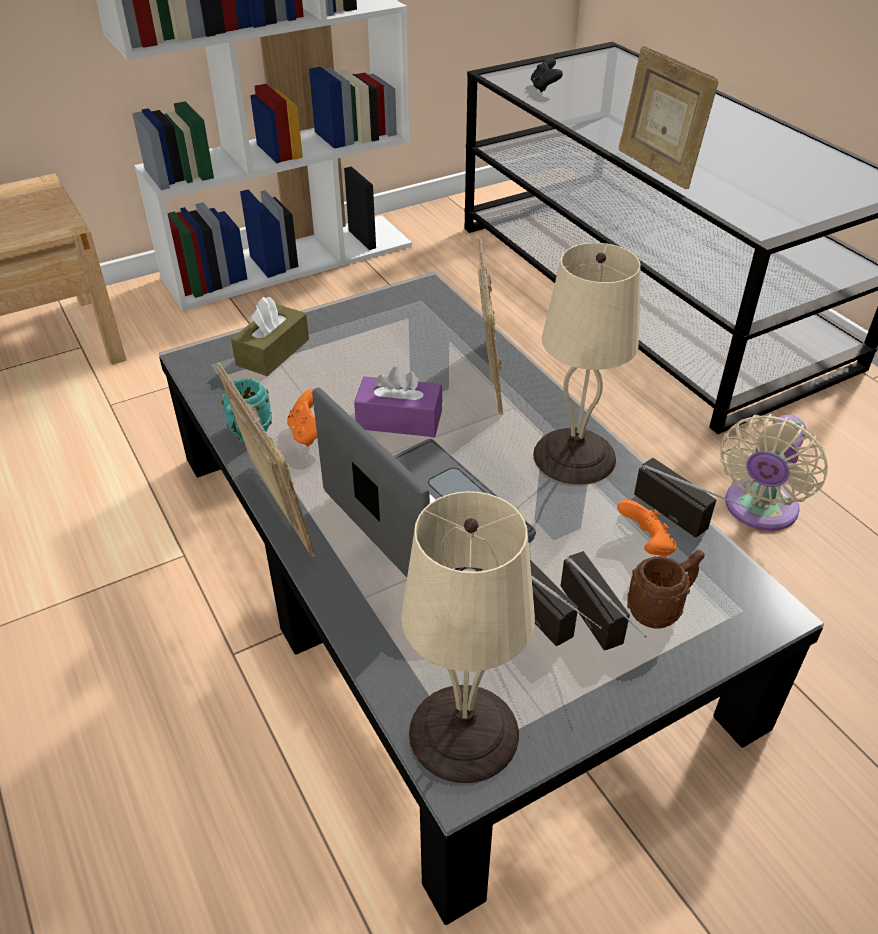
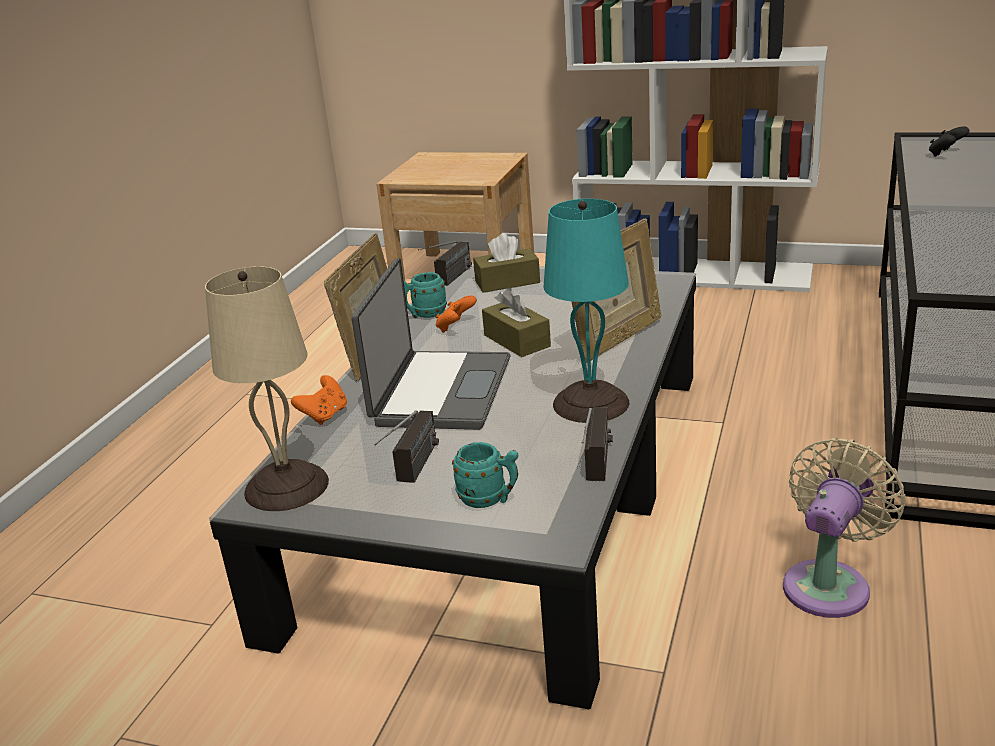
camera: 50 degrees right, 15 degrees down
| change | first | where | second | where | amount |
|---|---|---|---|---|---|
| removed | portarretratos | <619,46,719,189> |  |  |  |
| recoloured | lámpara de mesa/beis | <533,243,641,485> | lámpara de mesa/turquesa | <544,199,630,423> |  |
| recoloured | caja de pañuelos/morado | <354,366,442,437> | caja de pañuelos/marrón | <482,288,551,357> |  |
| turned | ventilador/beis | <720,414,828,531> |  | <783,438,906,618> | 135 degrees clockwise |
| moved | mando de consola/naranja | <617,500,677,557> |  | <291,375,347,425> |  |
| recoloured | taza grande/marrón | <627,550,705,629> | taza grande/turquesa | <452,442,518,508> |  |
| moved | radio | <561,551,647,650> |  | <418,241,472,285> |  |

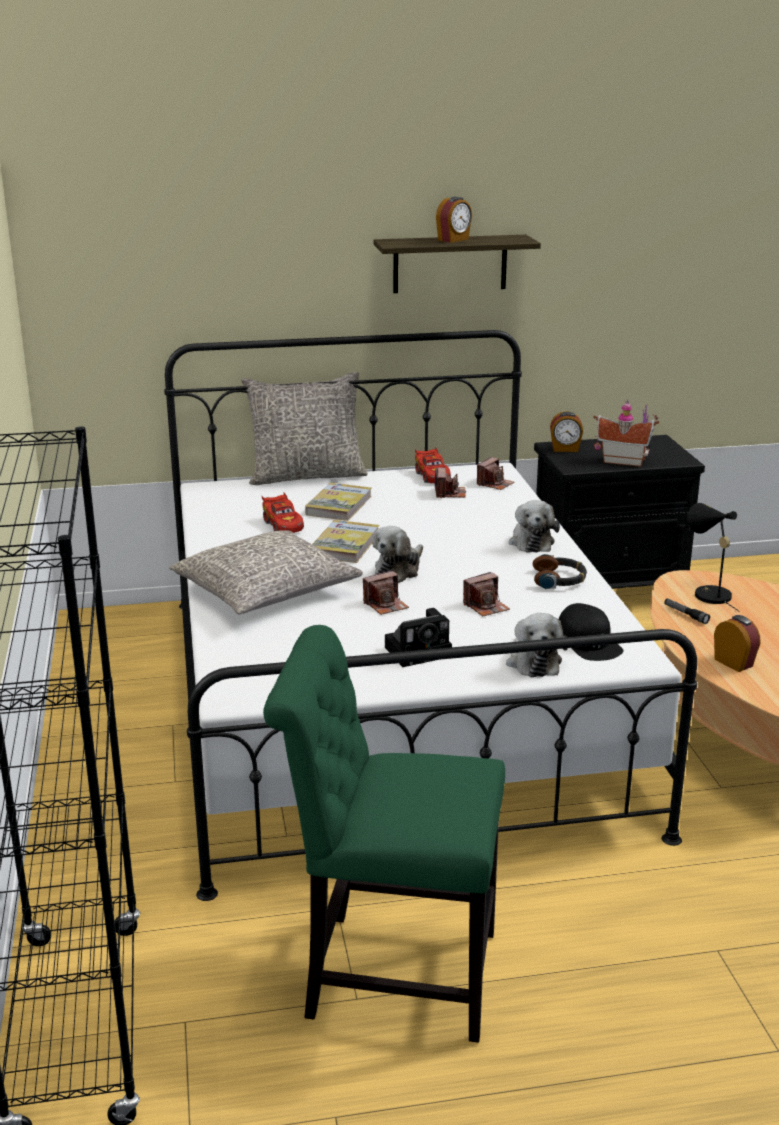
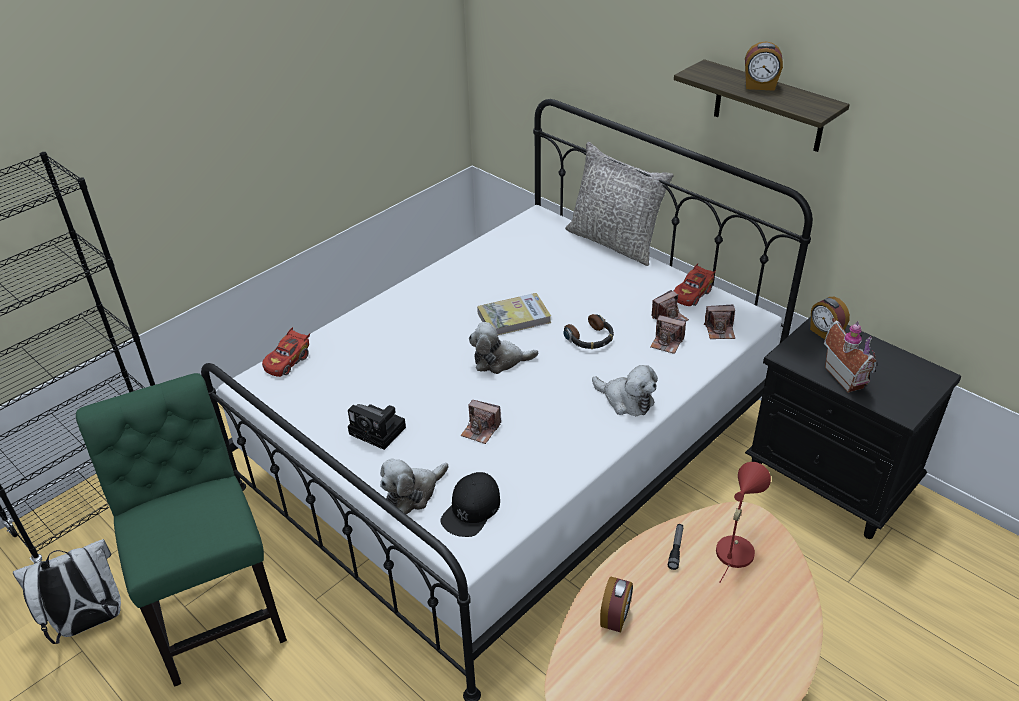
camera: 55 degrees right, 15 degrees up
| change | first | where | second | where | amount |
|---|---|---|---|---|---|
| removed | libro | <305,483,372,521> |  |  |  |
| moved | coche de juguete/rojo | <262,492,304,533> |  | <262,327,310,377> |  |
| turned | peluche | <509,500,560,553> |  | <592,365,658,416> | 105 degrees counterclockwise |
| recoloured | lámpara de mesa/negro | <687,503,739,611> | lámpara de mesa/rojo | <716,462,771,582> |  |
| removed | cojín/gris | <169,530,363,614> |  |  |  |
| moved | auriculares | <533,554,587,589> |  | <564,314,614,349> |  |
| moved | cámara | <363,570,409,615> |  | <650,315,686,354> |  |
| added |  |  | mochila/blanco | <13,539,121,644> |  |

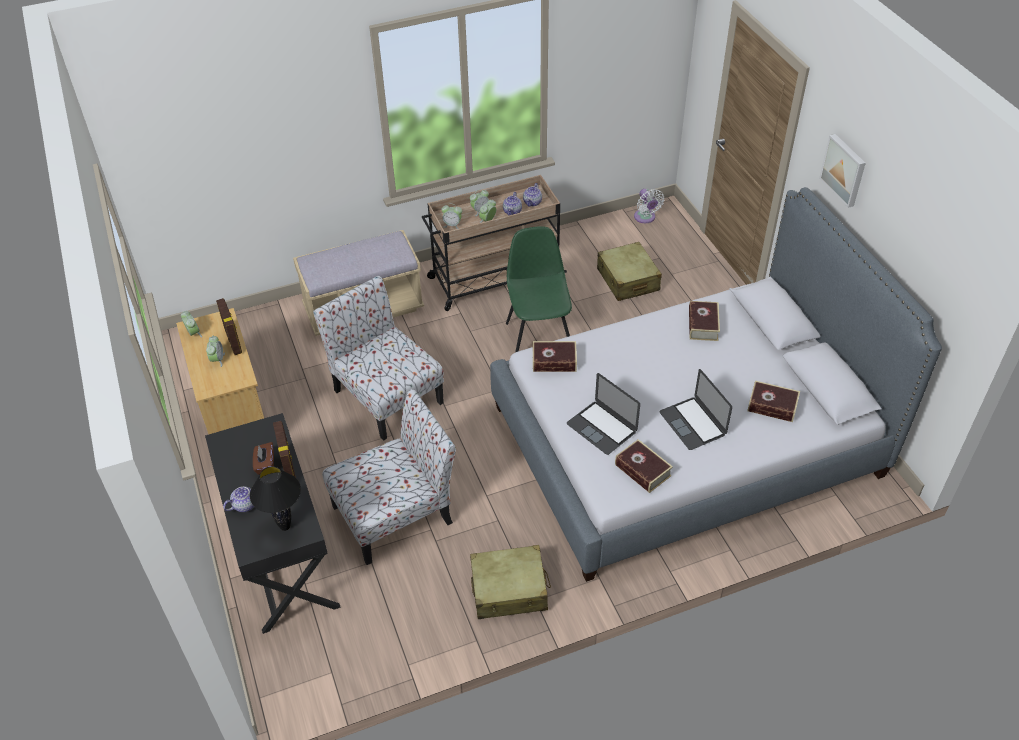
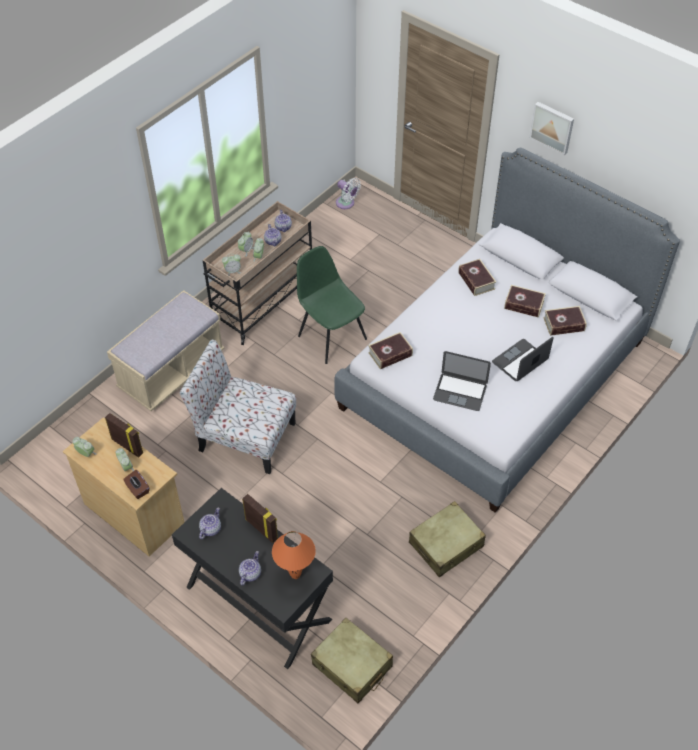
camera: 30 degrees left, 5 degrees up
| change | first | where | second | where | amount |
|---|---|---|---|---|---|
| moved | maleta/beis | <597,242,662,301> |  | <311,618,393,703> |  |
| turned | portátil | <660,369,732,450> |  | <492,337,554,381> | 105 degrees clockwise |
| removed | silla | <322,389,456,565> |  |  |  |
| moved | libro | <615,439,673,493> |  | <504,285,546,318> |  |
| moved | caja de pañuelos/marrón | <253,442,274,475> |  | <123,470,149,499> |  |
| recoloured | lámpara de mesa/negro | <250,467,301,531> | lámpara de mesa/naranja | <272,531,316,579> |  |
| added |  |  | tetera | <199,507,221,539> |  |

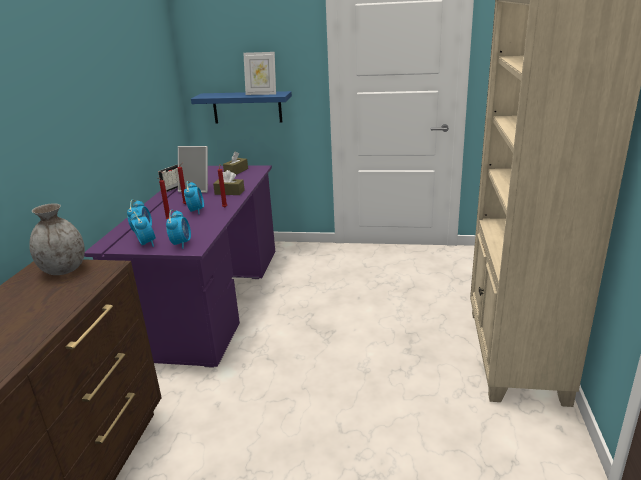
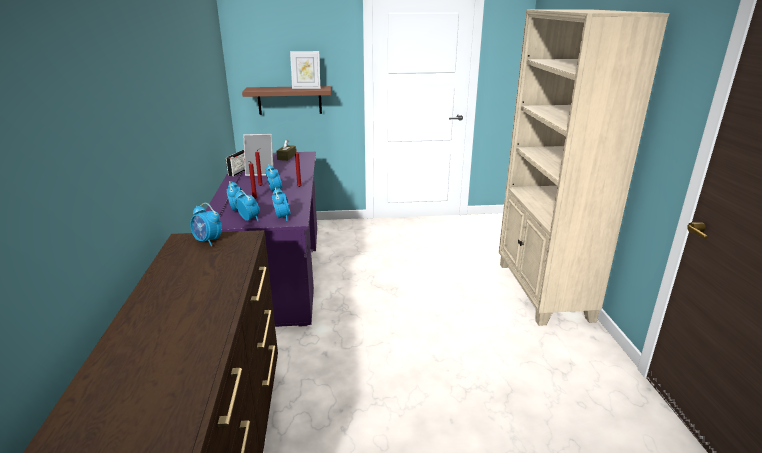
camera: 15 degrees left, 0 degrees up
| change | first | where | second | where | amount |
|---|---|---|---|---|---|
| recoloured | estante/azul | <191,91,292,124> | estante/marrón | <242,86,331,115> |  |
| removed | caja de pañuelos/marrón | <213,170,245,195> |  |  |  |
| replaced | florero/gris | <29,203,85,275> | despertador | <190,203,222,246> |  |

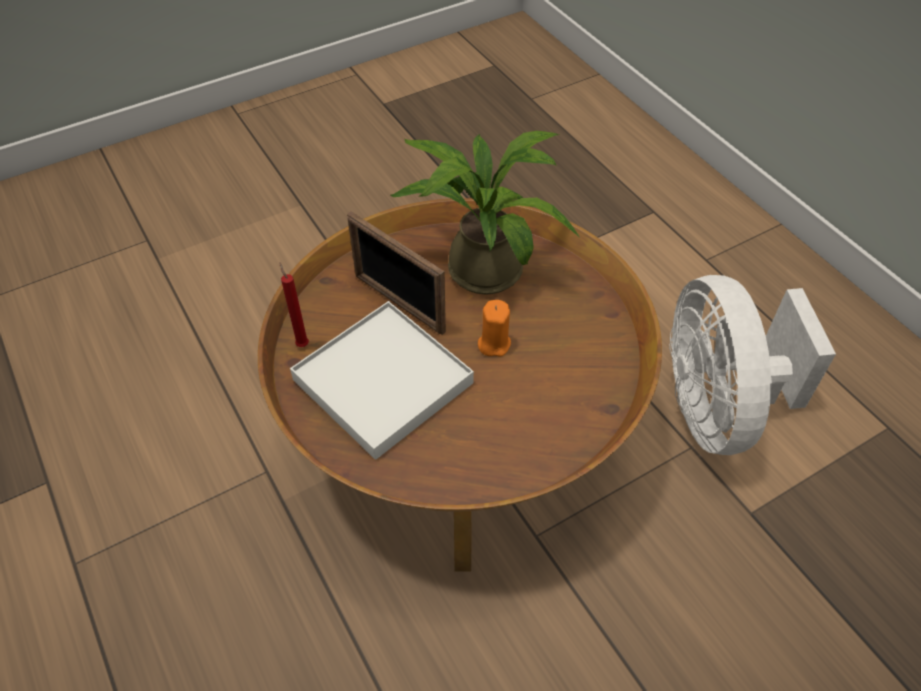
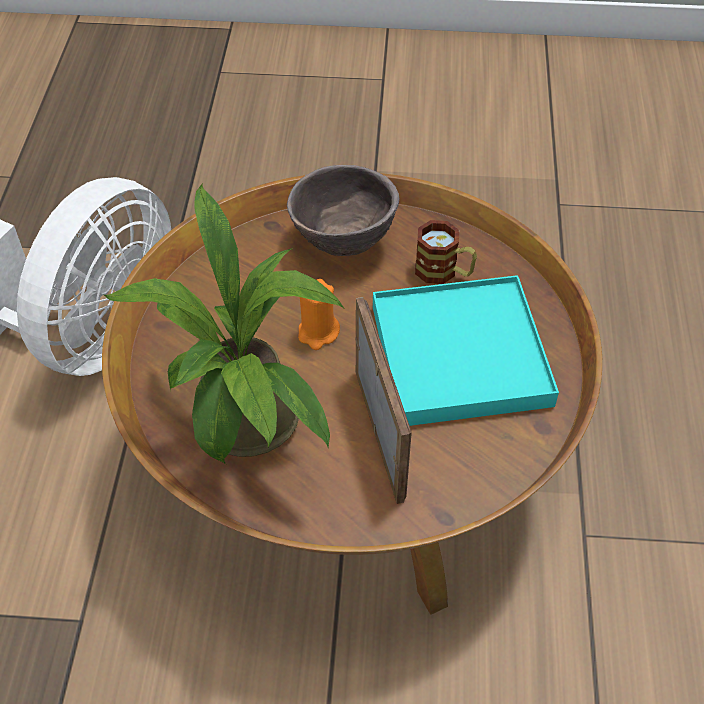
camera: 145 degrees left, 0 degrees up
| change | first | where | second | where | amount |
|---|---|---|---|---|---|
| removed | vela/rojo | <280,263,309,347> |  |  |  |
| recoloured | bandeja/blanco | <290,301,474,460> | bandeja/turquesa | <373,275,559,426> |  |
| added |  |  | cuenco/marrón | <287,165,399,256> |  |
| added |  |  | taza grande | <415,220,477,284> |  |

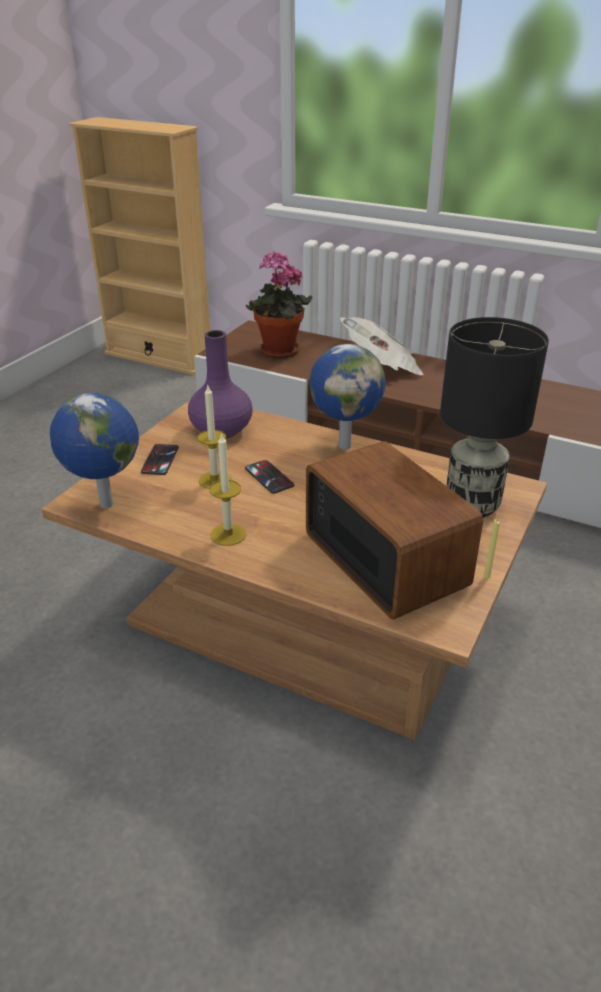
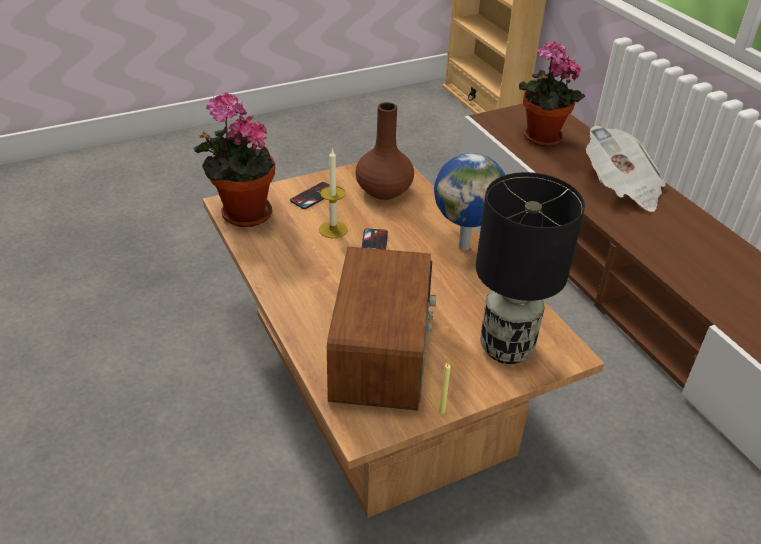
camera: 35 degrees right, 5 degrees up
| change | first | where | second | where | amount |
|---|---|---|---|---|---|
| recoloured | florero/morado | <188,330,253,439> | florero/marrón | <355,102,414,200> |  |
| replaced | globo terráqueo | <50,393,139,508> | planta en maceta | <193,93,275,227> |  |
| removed | vela | <209,432,246,546> |  |  |  |

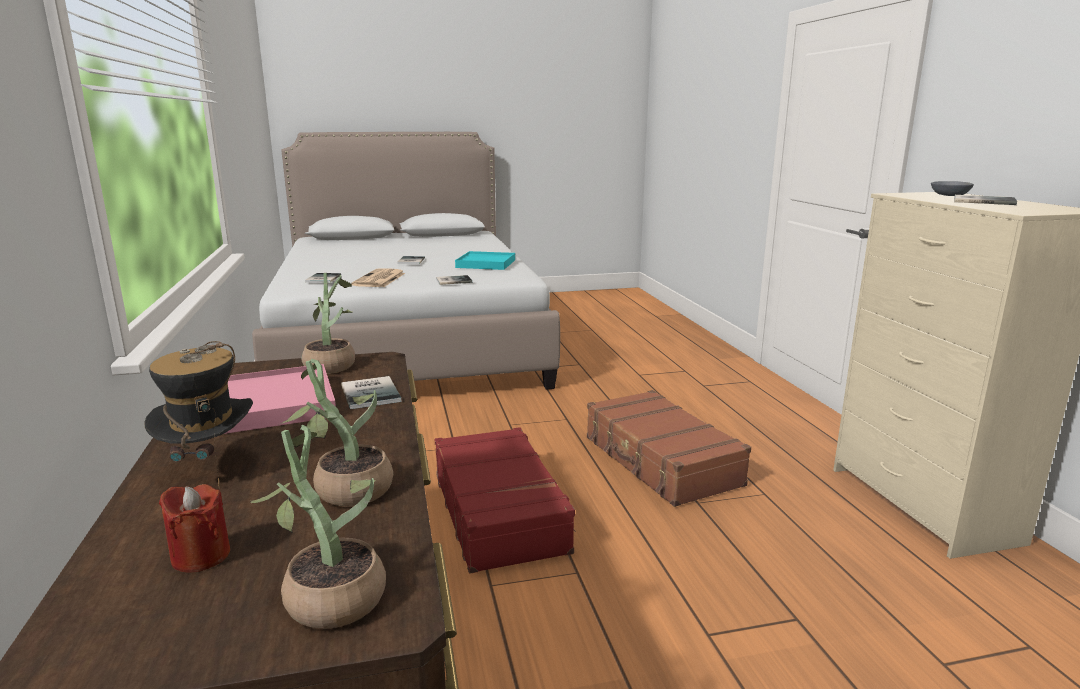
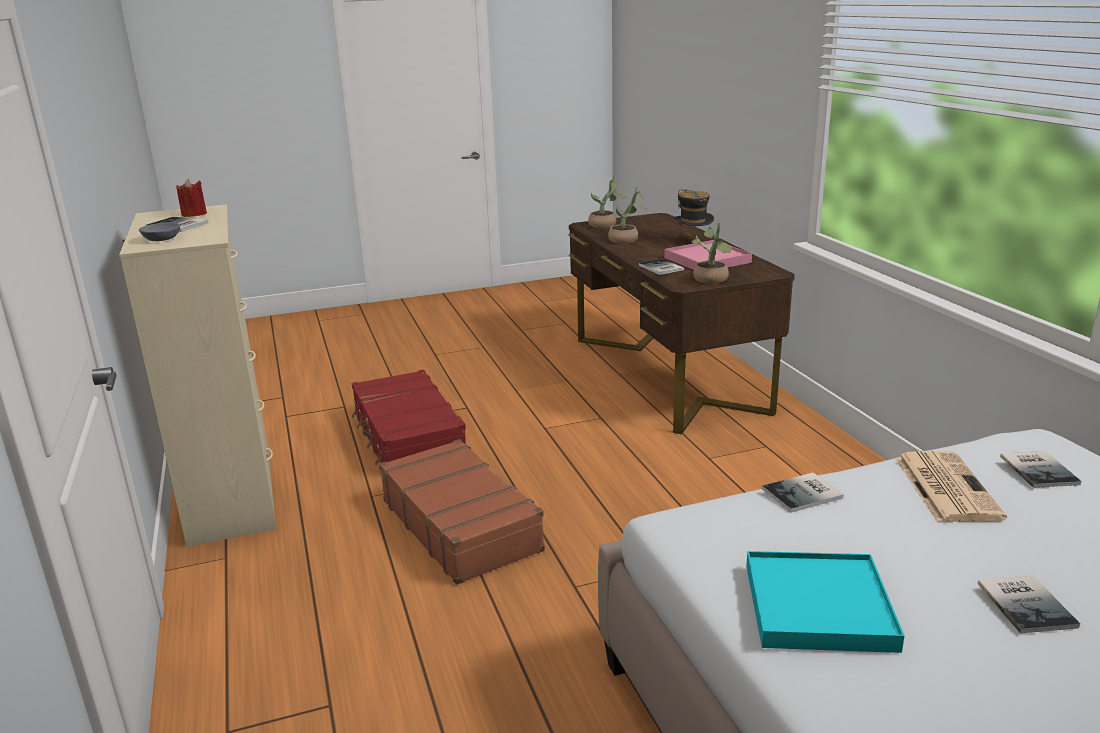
camera: 175 degrees right, 5 degrees up
| change | first | where | second | where | amount |
|---|---|---|---|---|---|
| moved | maleta/rojo | <435,427,576,573> |  | <351,370,466,465> |  |
| moved | vela/rojo | <159,484,230,572> |  | <176,179,207,217> |  |

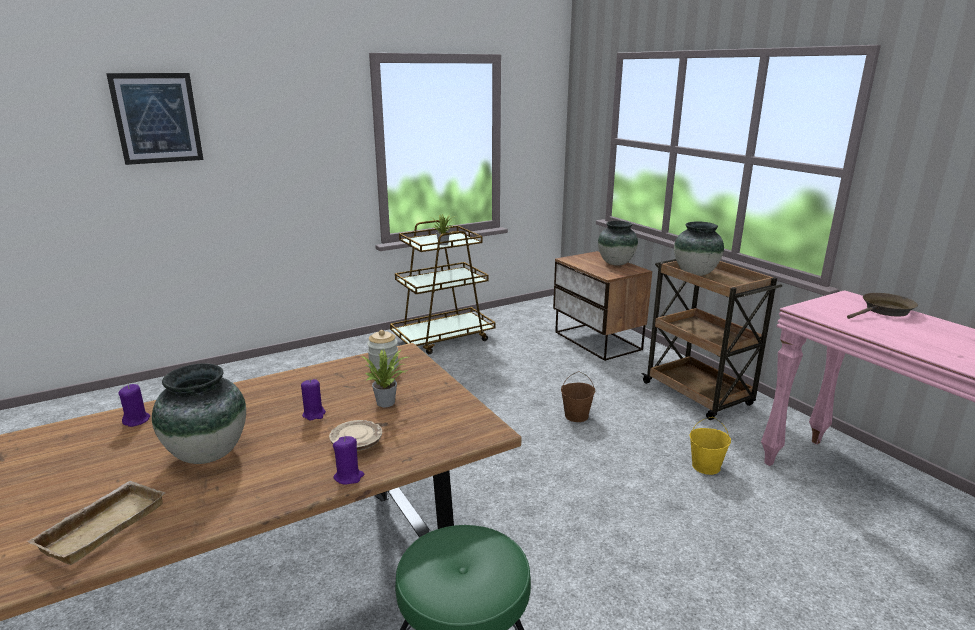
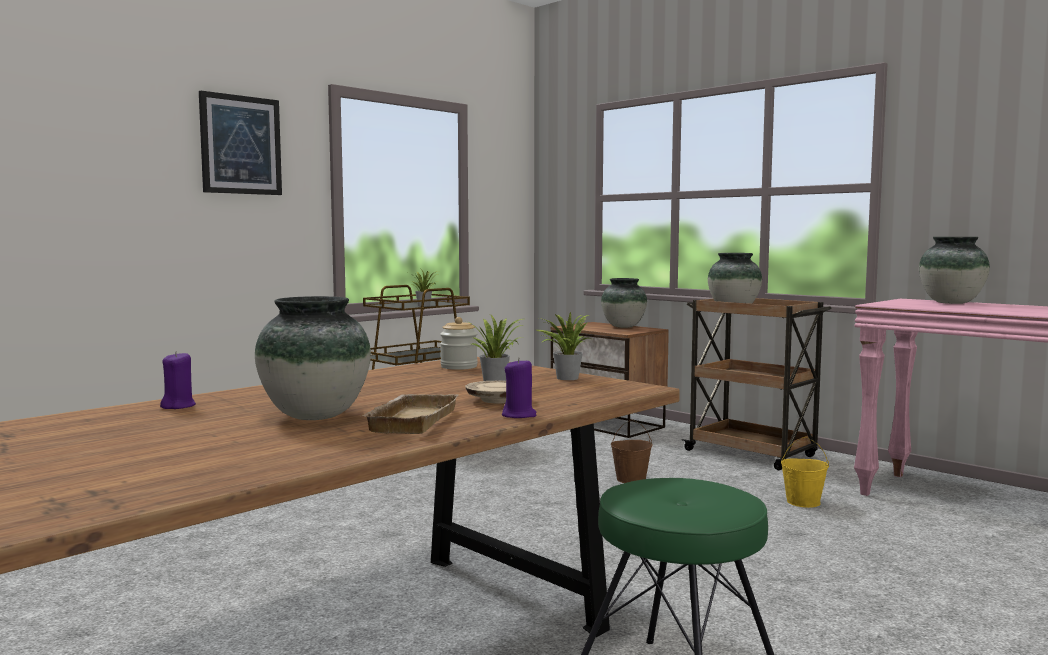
camera: 15 degrees left, 15 degrees down
| change | first | where | second | where | amount |
|---|---|---|---|---|---|
| moved | cuadro | <106,73,204,165> |  | <199,91,282,195> |  |
| replaced | sartén/marrón | <847,293,918,319> | florero | <919,237,990,304> |  |
| removed | vela/morado | <301,379,326,420> |  |  |  |
| moved | bandeja/beis | <26,481,165,565> |  | <363,394,458,434> |  |
| added |  |  | planta en maceta | <537,312,592,380> |  |

